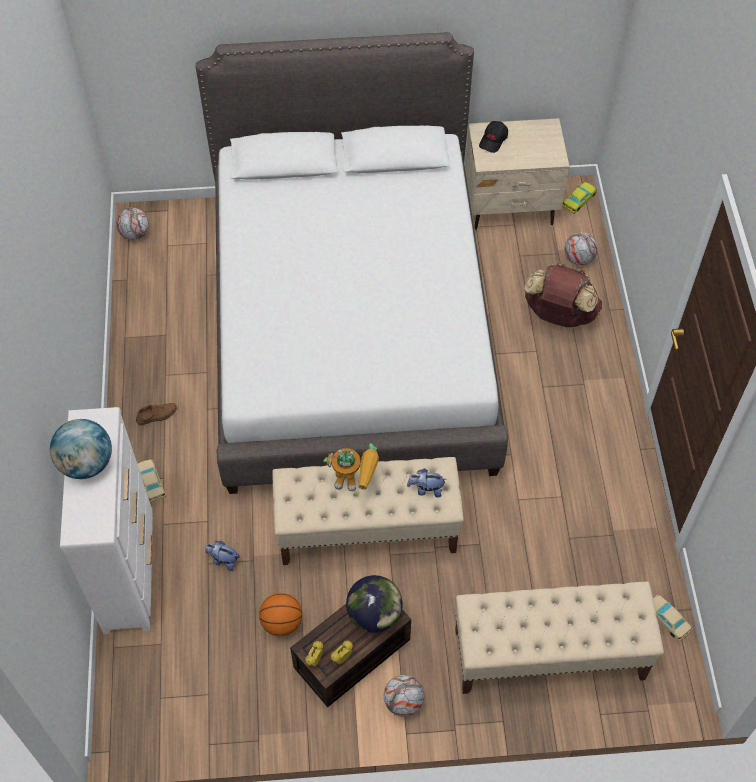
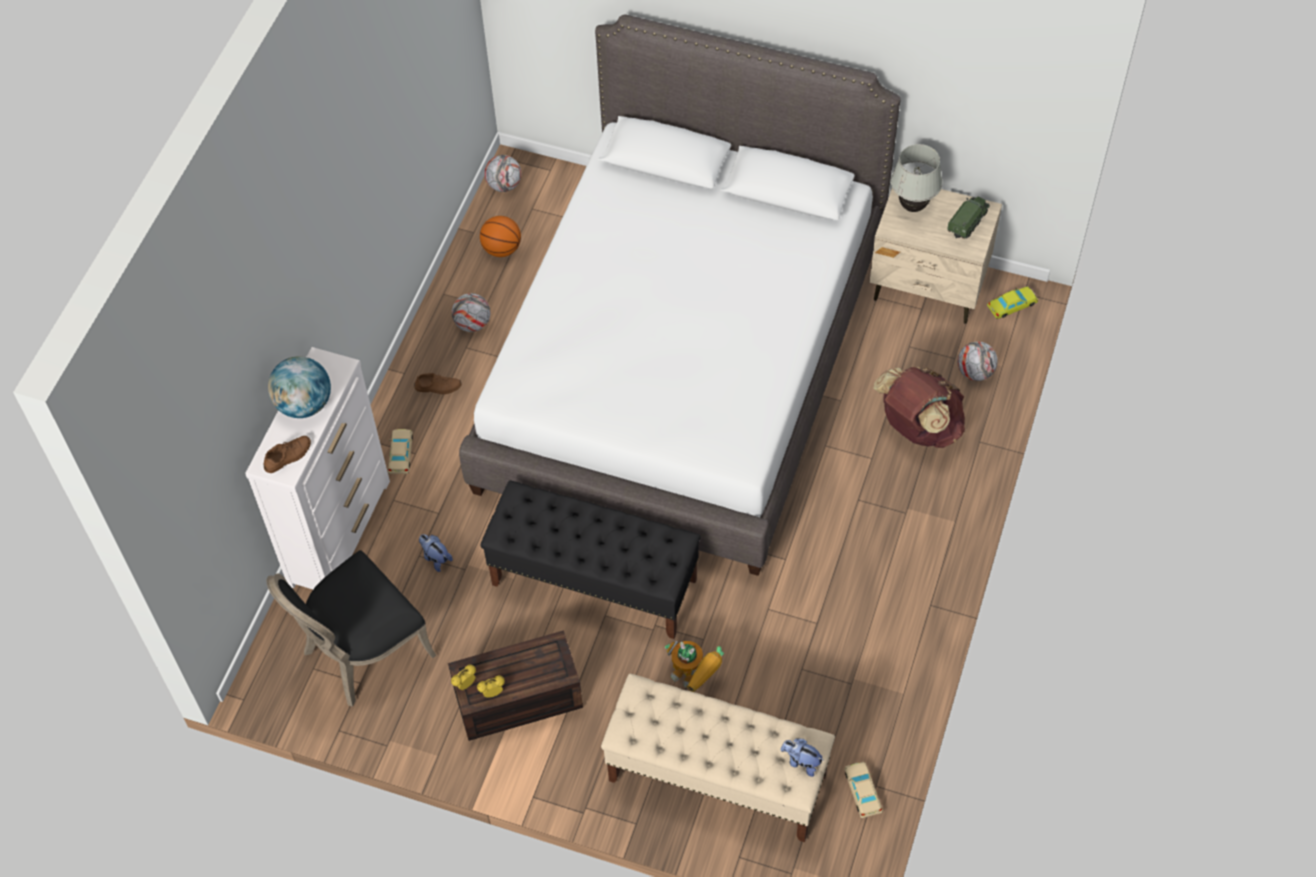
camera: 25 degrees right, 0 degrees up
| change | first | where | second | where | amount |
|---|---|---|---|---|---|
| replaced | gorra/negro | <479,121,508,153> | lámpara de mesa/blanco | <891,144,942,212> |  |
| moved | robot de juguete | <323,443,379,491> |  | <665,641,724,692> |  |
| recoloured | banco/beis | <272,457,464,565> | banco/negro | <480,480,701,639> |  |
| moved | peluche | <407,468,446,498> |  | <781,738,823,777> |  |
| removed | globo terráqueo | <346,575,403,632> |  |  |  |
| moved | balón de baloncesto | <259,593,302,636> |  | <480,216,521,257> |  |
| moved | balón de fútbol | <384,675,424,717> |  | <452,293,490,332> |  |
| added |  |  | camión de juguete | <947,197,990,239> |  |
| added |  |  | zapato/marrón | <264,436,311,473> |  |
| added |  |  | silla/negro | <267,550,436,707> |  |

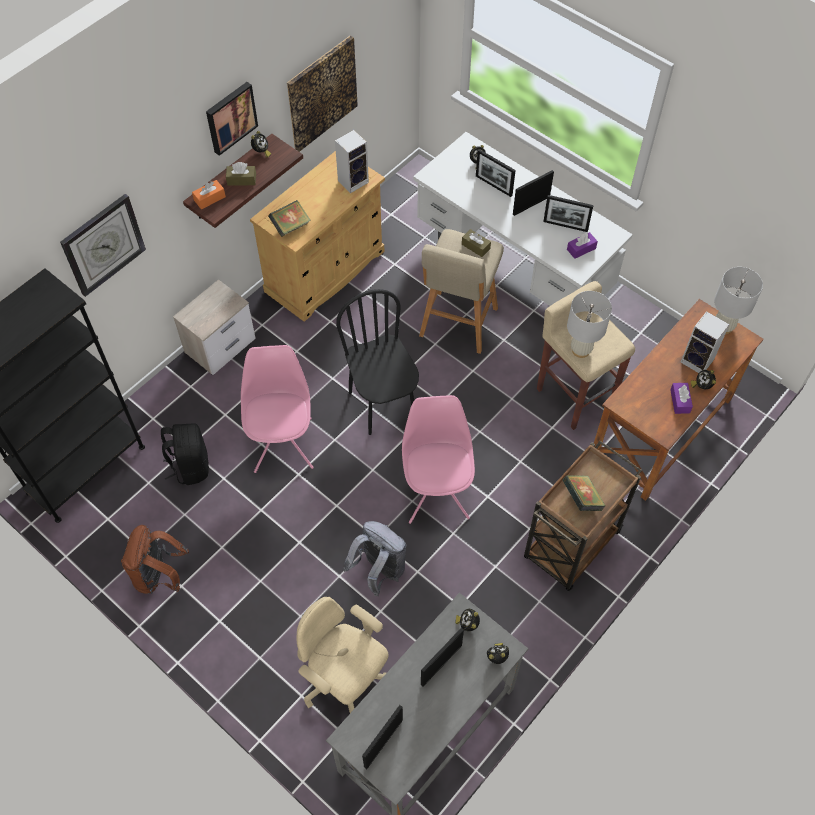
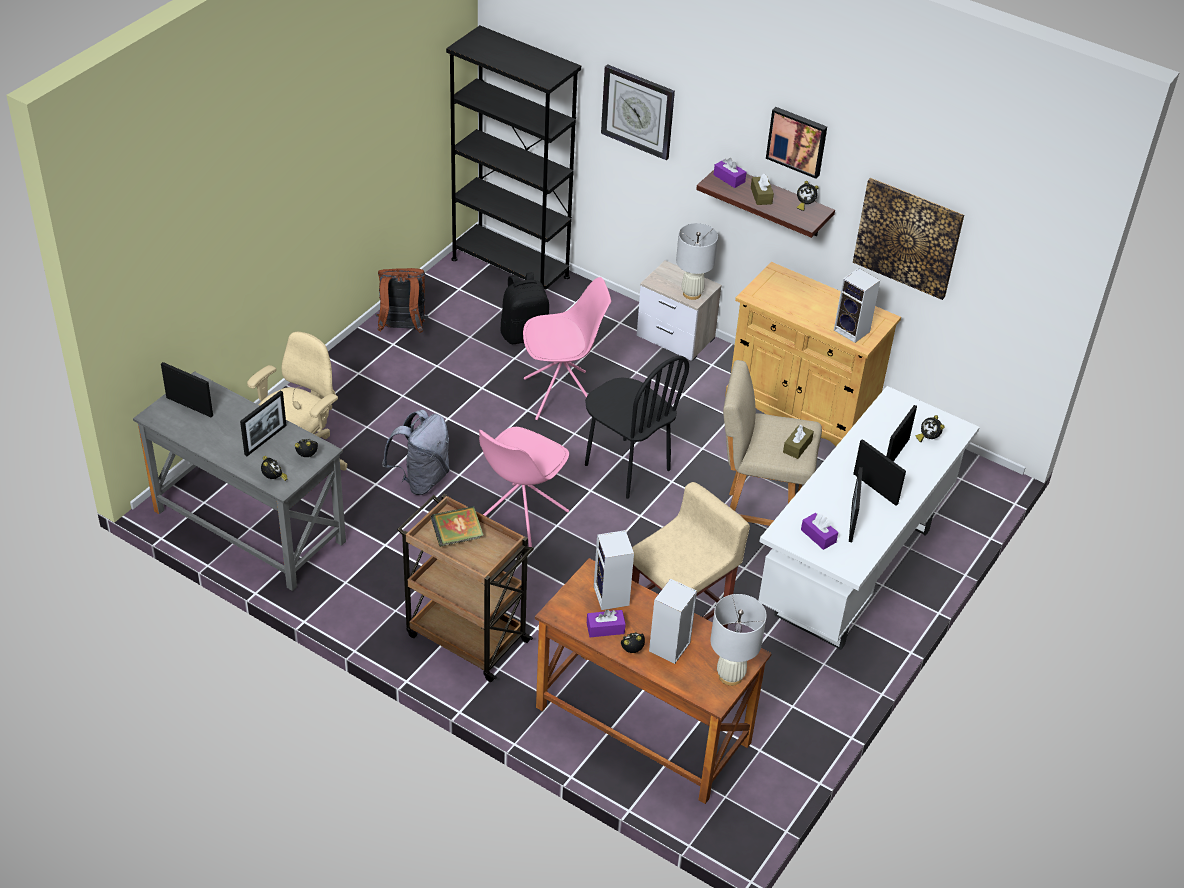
camera: 80 degrees right, 15 degrees down
| change | first | where | second | where | amount |
|---|---|---|---|---|---|
| recoloured | caja de pañuelos/naranja | <192,180,226,209> | caja de pañuelos/morado | <714,158,746,188> |  |
| removed | libro | <268,200,311,237> |  |  |  |
| turned | silla/negro | <336,289,419,435> |  | <585,356,689,499> | 75 degrees clockwise |
| moved | lámpara de mesa/blanco | <567,291,612,358> |  | <676,223,718,300> |  |
| turned | silla/rosa | <402,395,475,524> |  | <479,427,569,547> | 135 degrees clockwise |
| turned | portarretratos | <421,628,464,686> |  | <240,390,287,456> | 90 degrees clockwise |
| added |  |  | altavoz | <594,530,634,610> |  |

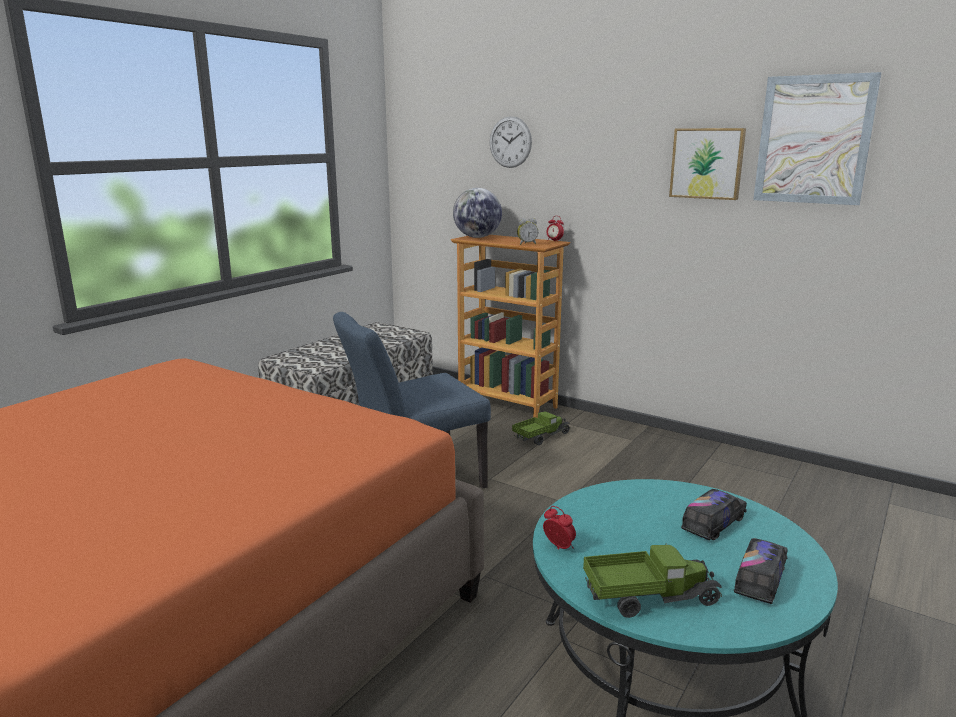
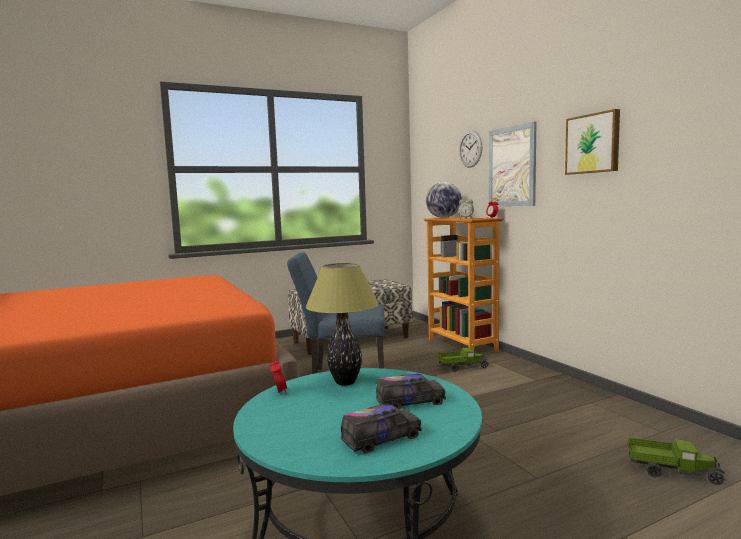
camera: 30 degrees right, 10 degrees down
| change | first | where | second | where | amount |
|---|---|---|---|---|---|
| moved | cuadro | <753,72,881,205> |  | <489,121,537,206> |  |
| moved | camión de juguete | <583,543,722,618> |  | <628,437,726,485> |  |
| added |  |  | lámpara de mesa | <305,263,379,386> |  |

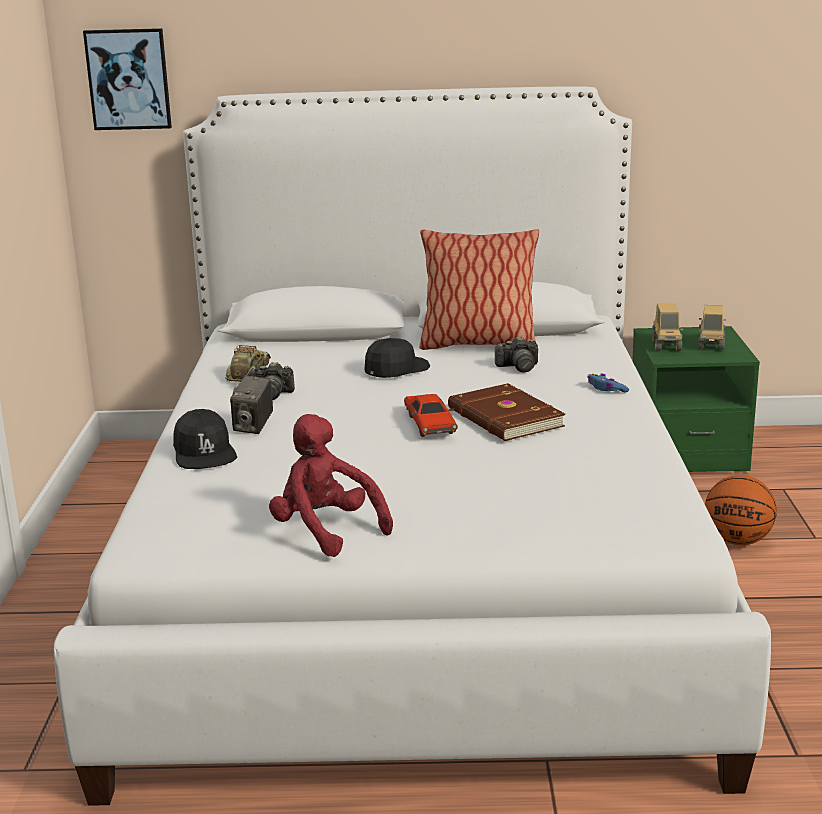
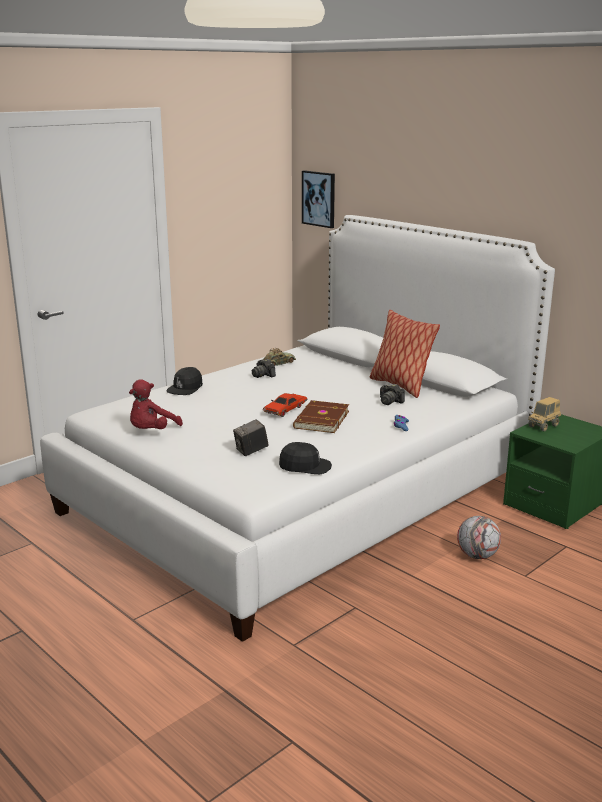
camera: 45 degrees right, 0 degrees up
| change | first | where | second | where | amount |
|---|---|---|---|---|---|
| removed | camión de juguete | <698,305,726,350> |  |  |  |
| moved | gorra/negro | <364,338,430,378> |  | <279,442,332,474> |  |
| moved | cámara | <230,375,273,434> |  | <233,419,269,456> |  |
| turned | peluche/rojo | <269,414,393,557> |  | <129,379,183,429> | 150 degrees counterclockwise |
| replaced | balón de baloncesto | <705,475,777,545> | balón de fútbol | <457,516,501,559> |  |

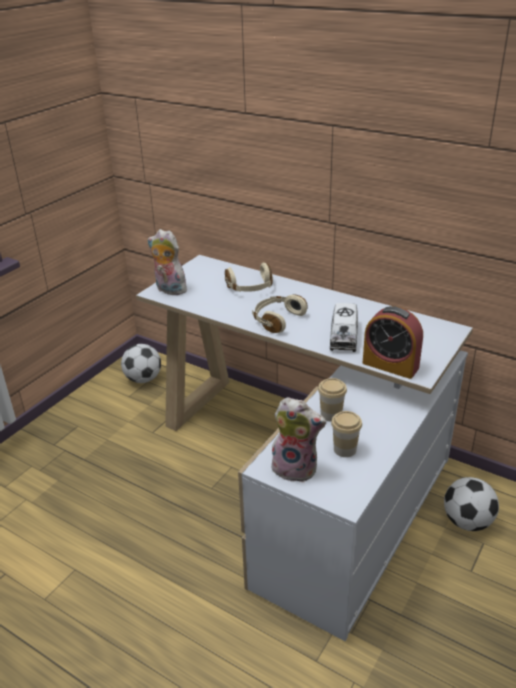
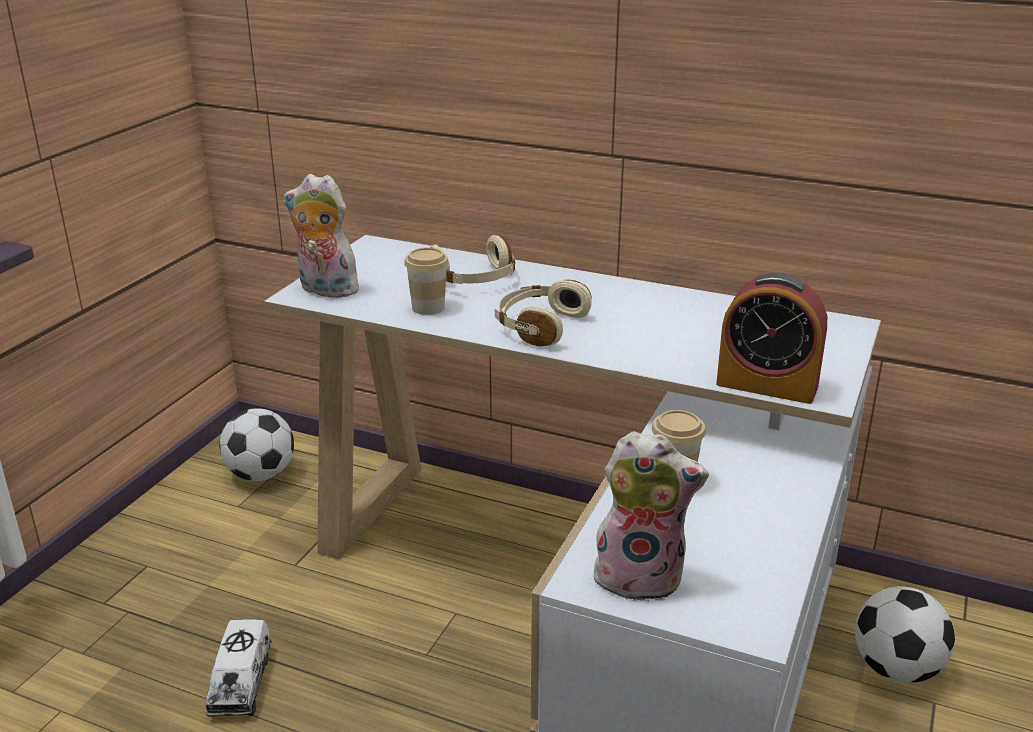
camera: 10 degrees left, 5 degrees down
| change | first | where | second | where | amount |
|---|---|---|---|---|---|
| moved | camión de juguete | <330,303,358,352> |  | <206,619,272,717> |  |
| moved | taza | <331,411,362,457> |  | <404,248,449,315> |  |

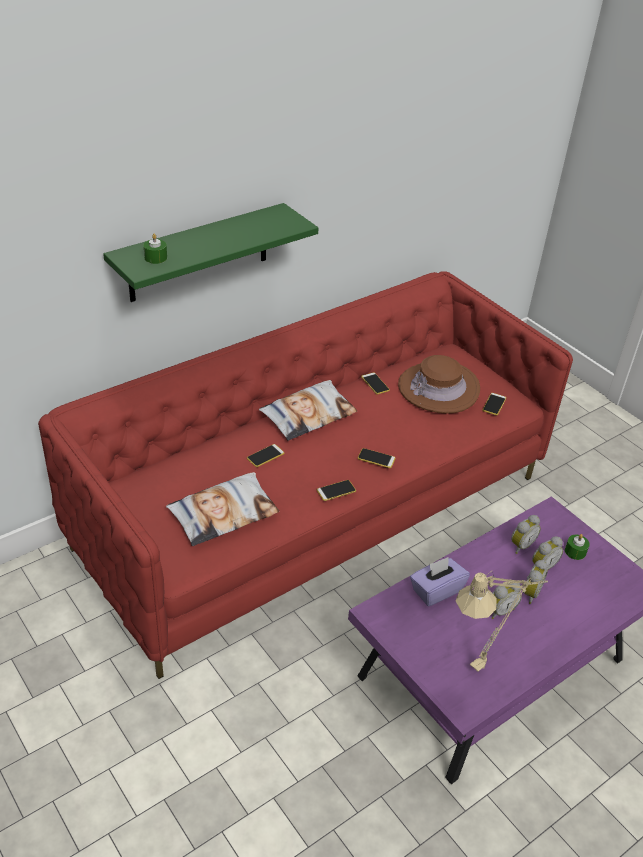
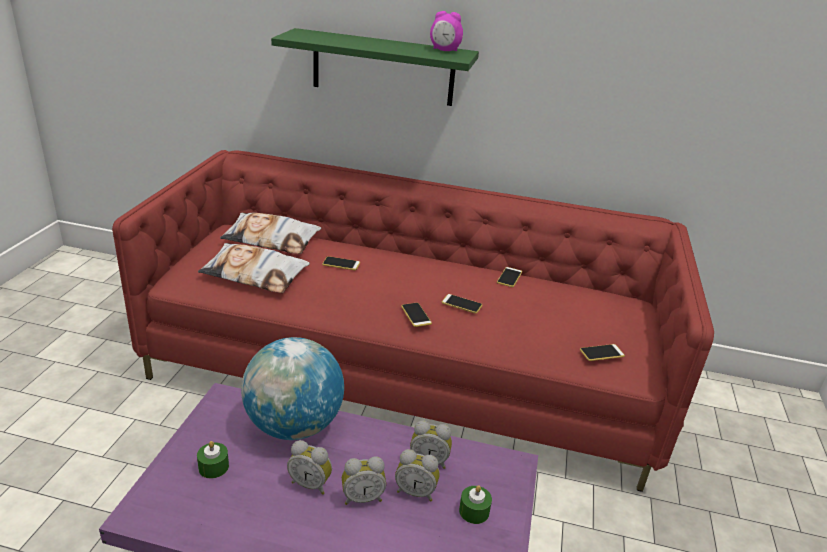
camera: 50 degrees right, 10 degrees down
| change | first | where | second | where | amount |
|---|---|---|---|---|---|
| moved | vela/verde | <144,234,167,264> |  | <197,441,229,478> |  |
| removed | sombrero/marrón | <398,355,480,414> |  |  |  |
| moved | cojín | <259,380,357,441> |  | <220,213,322,254> |  |
| moved | móvil | <317,480,356,501> |  | <442,294,483,314> |  |
| replaced | caja de pañuelos/morado | <410,557,470,606> | globo terráqueo | <241,337,344,440> |  |
| removed | lámpara de mesa/beis | <455,572,548,672> |  |  |  |
| added |  |  | despertador | <430,11,463,52> |  |

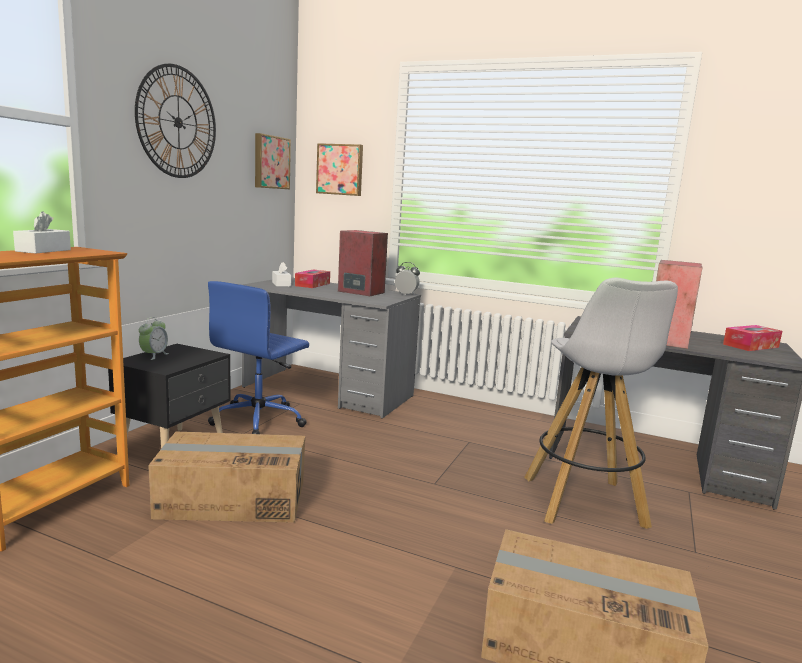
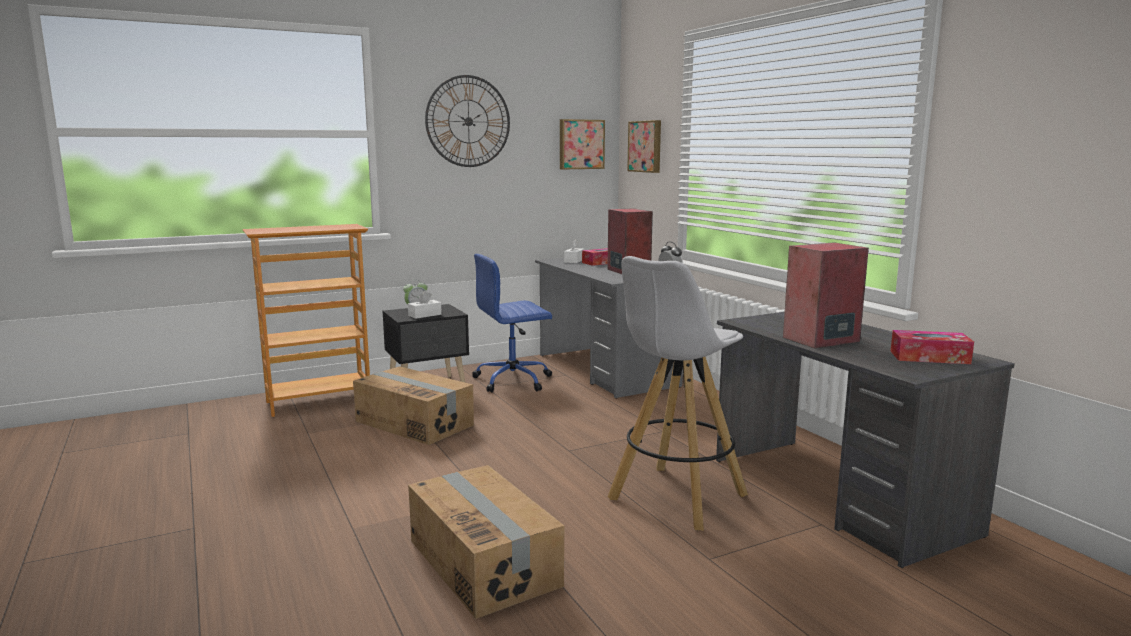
camera: 40 degrees right, 0 degrees up
| change | first | where | second | where | amount |
|---|---|---|---|---|---|
| moved | caja de pañuelos/blanco | <13,211,71,254> |  | <408,291,442,319> |  |

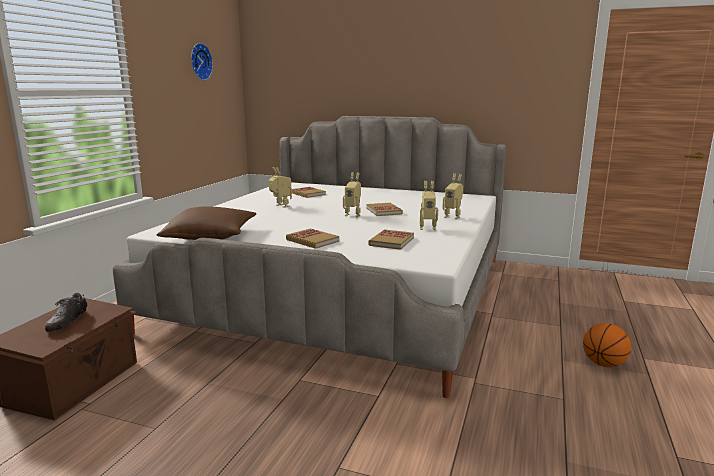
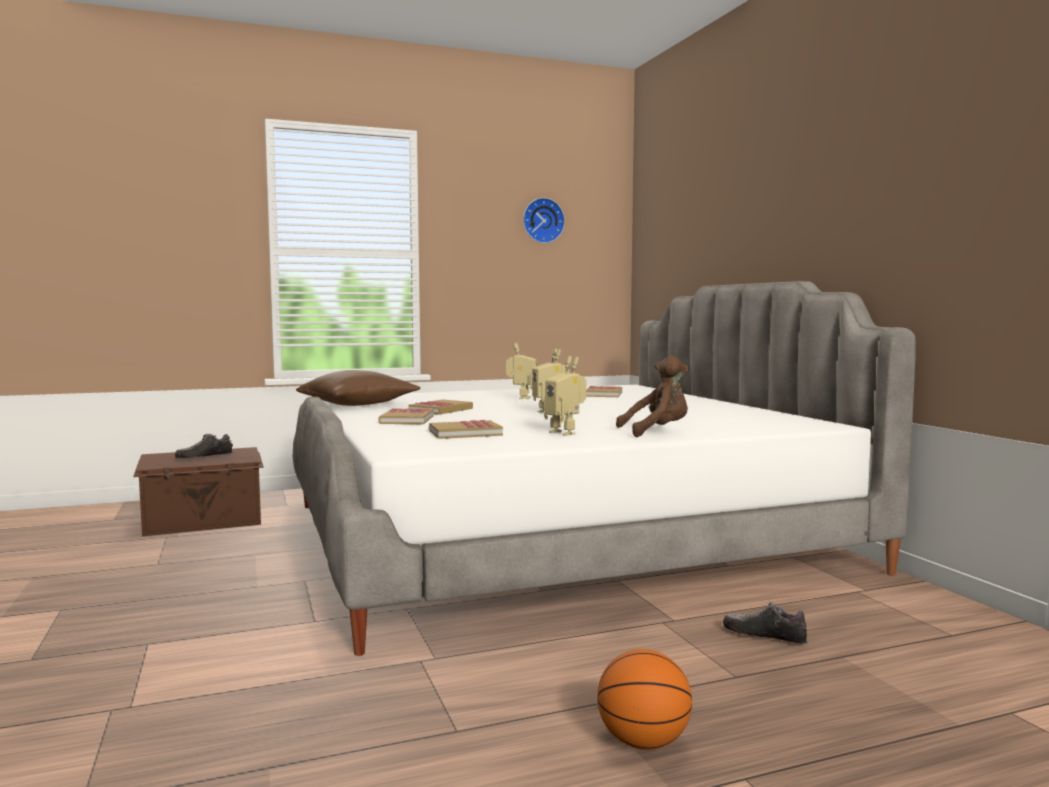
camera: 50 degrees right, 10 degrees down
| change | first | where | second | where | amount |
|---|---|---|---|---|---|
| replaced | robot de juguete | <442,173,463,219> | peluche/marrón | <616,356,689,437> |  |
| moved | libro | <366,203,403,216> |  | <408,399,473,415> |  |
| added |  |  | zapato | <723,602,807,643> |  |

